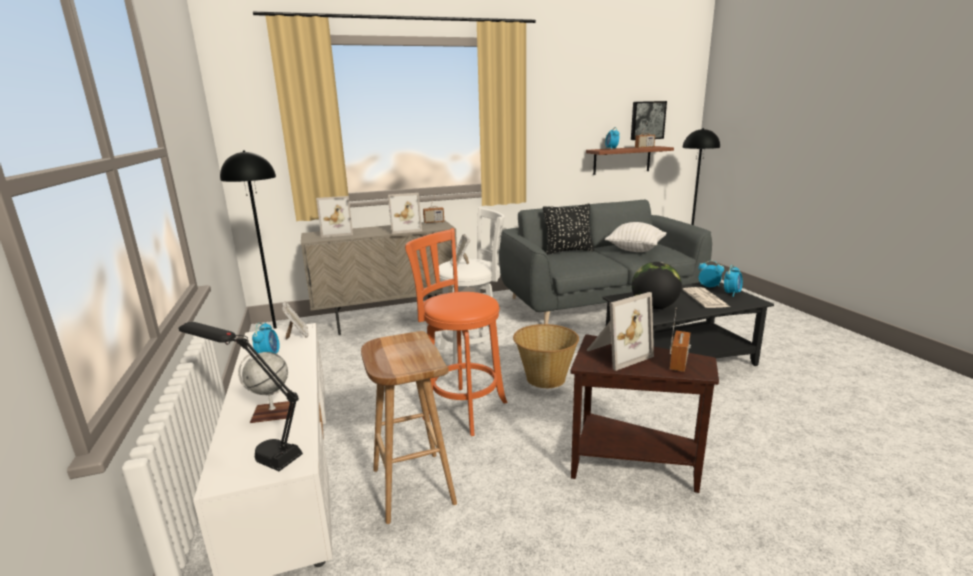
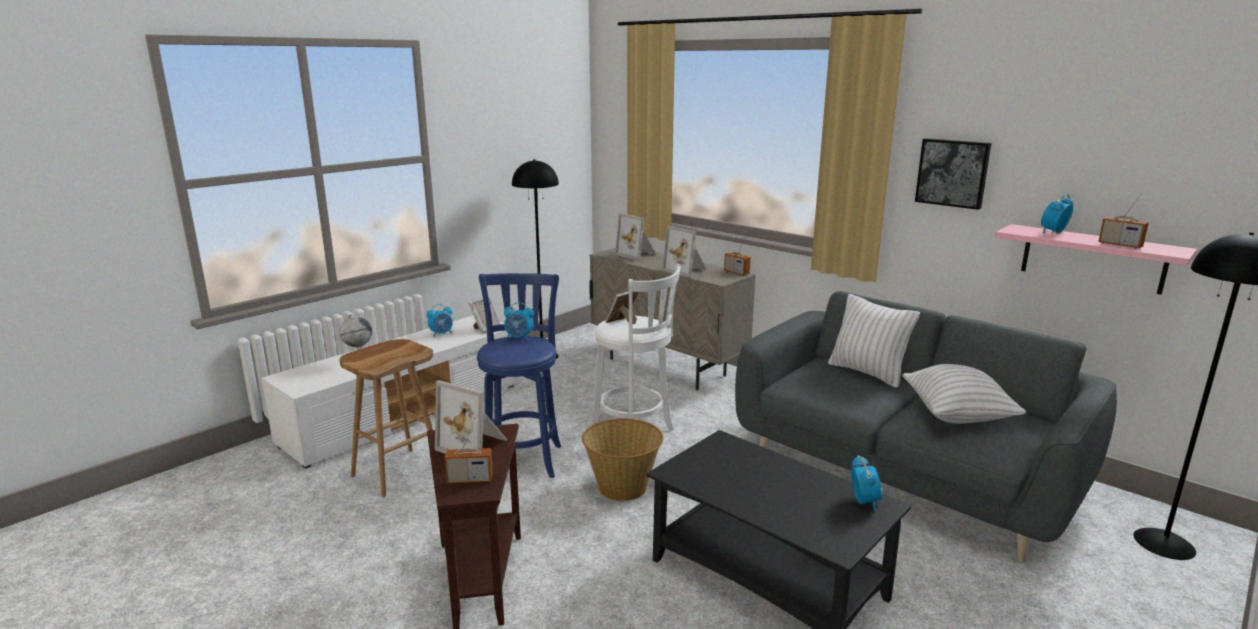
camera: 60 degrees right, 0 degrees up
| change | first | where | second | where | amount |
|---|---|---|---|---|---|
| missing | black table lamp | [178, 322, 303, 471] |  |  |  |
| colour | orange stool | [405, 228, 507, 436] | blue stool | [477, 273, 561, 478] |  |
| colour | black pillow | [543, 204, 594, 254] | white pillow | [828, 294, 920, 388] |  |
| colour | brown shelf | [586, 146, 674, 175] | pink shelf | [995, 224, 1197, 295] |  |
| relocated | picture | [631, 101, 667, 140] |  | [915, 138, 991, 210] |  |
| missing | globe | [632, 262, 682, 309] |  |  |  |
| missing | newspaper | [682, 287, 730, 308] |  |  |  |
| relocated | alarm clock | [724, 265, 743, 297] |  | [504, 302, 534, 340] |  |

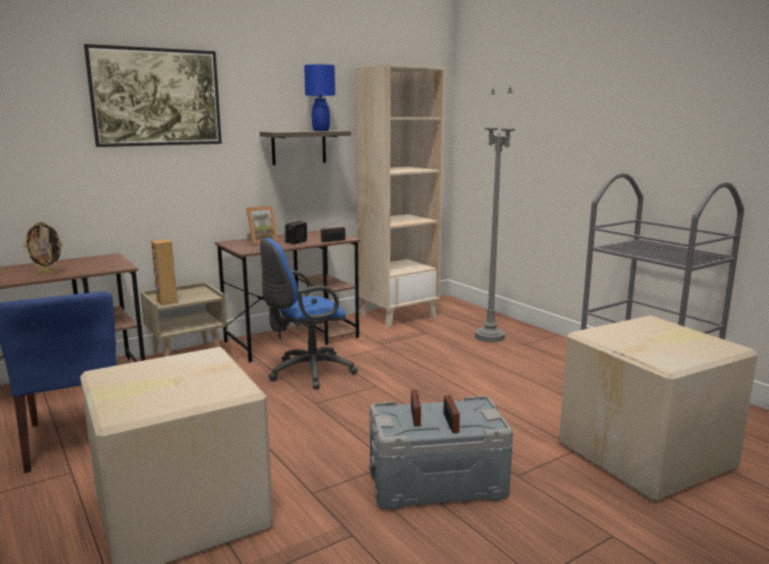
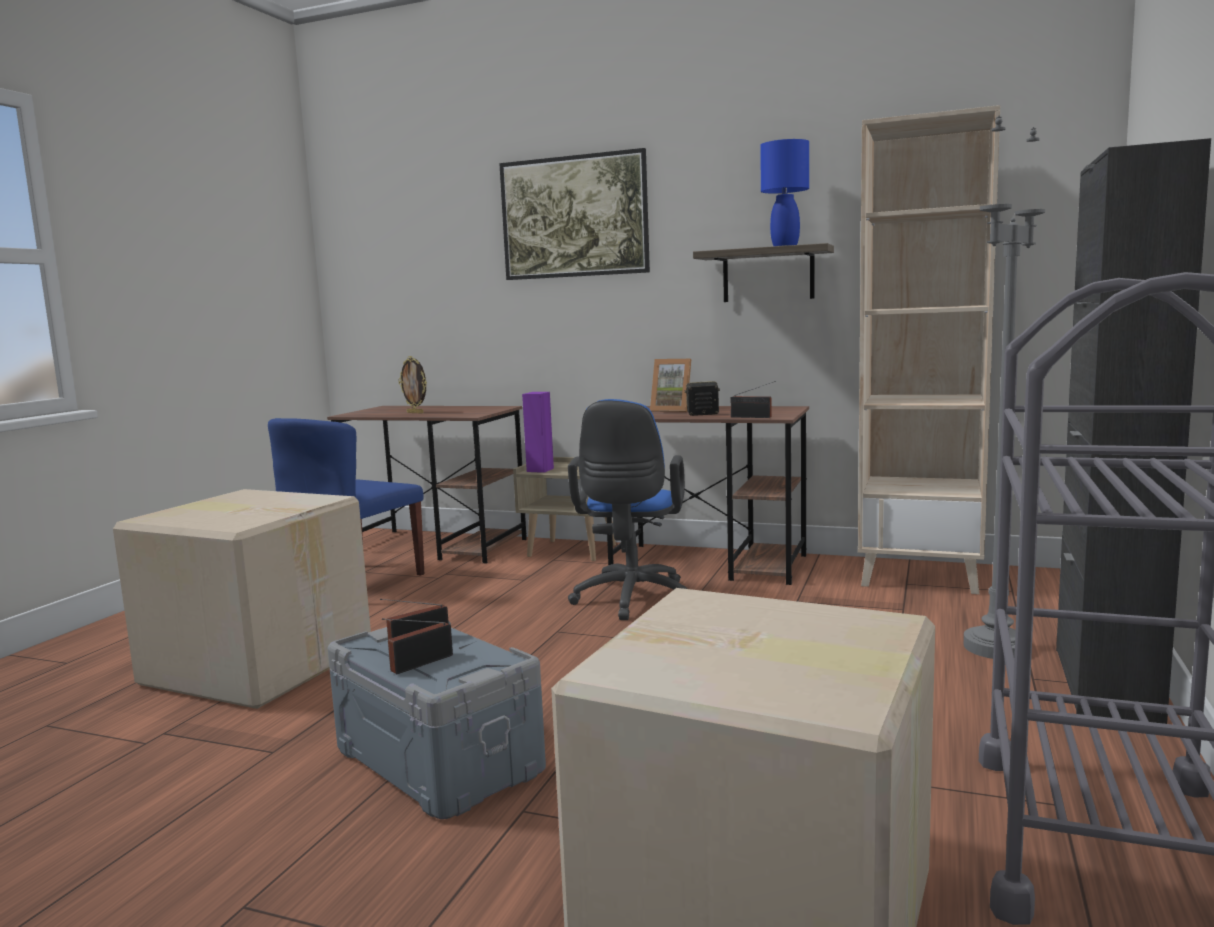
camera: 55 degrees right, 5 degrees down
| change | first | where | second | where | amount |
|---|---|---|---|---|---|
| colour | brown speaker | [151, 239, 178, 305] | purple speaker | [522, 392, 554, 473] |  |
| spun | blue office chair | [260, 238, 358, 389] |  | [568, 399, 687, 620] | 105 degrees counterclockwise |
| appeared |  |  | black cabinet | [1056, 138, 1211, 724] |  |

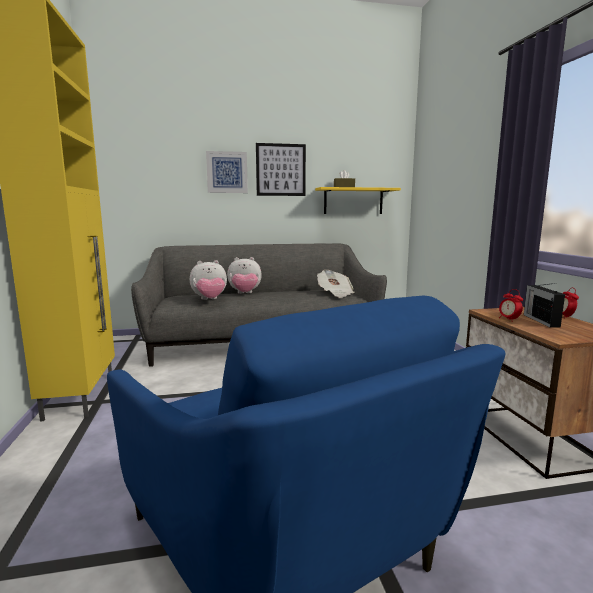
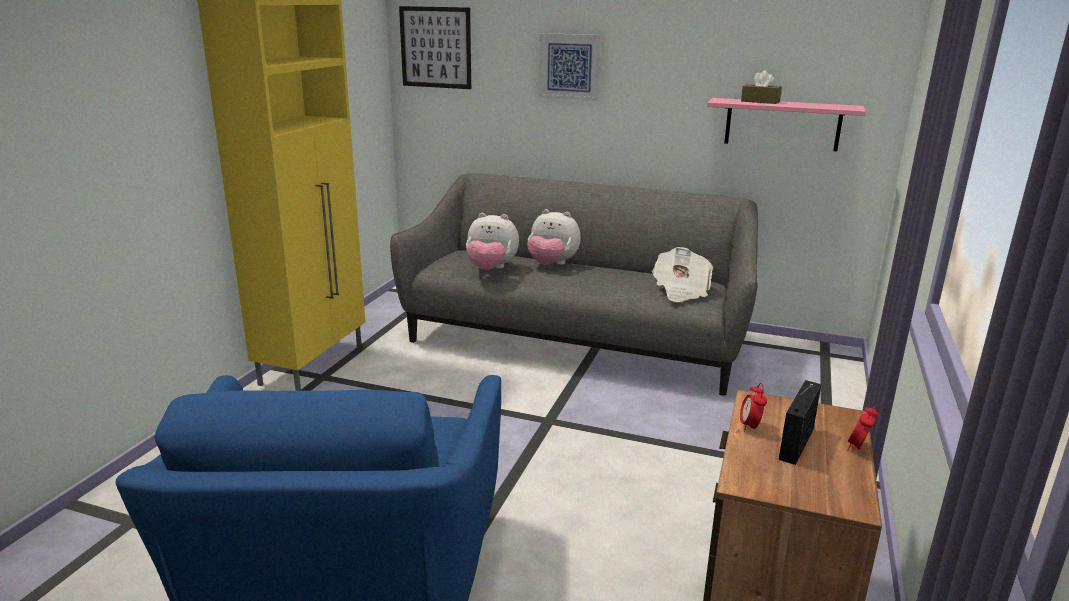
camera: 30 degrees right, 10 degrees up
| change | first | where | second | where | amount |
|---|---|---|---|---|---|
| relocated | picture | [256, 143, 306, 196] |  | [399, 6, 471, 89] |  |
| colour | yellow shelf | [315, 187, 401, 214] | pink shelf | [707, 98, 866, 151] |  |

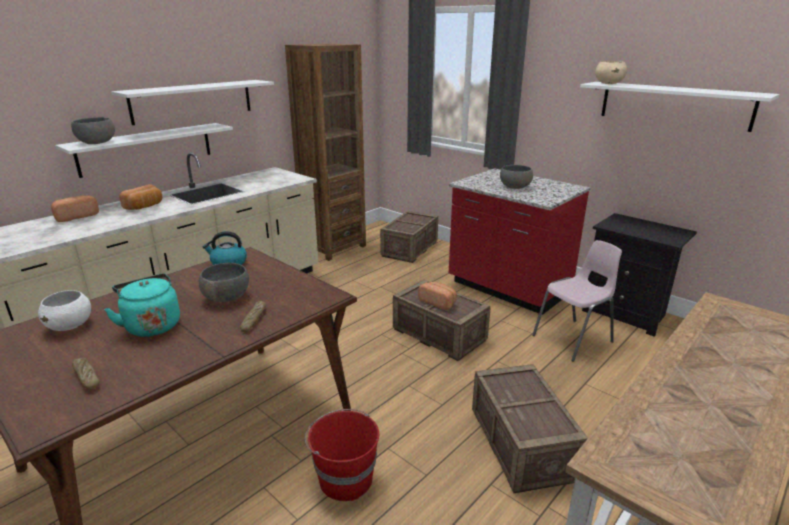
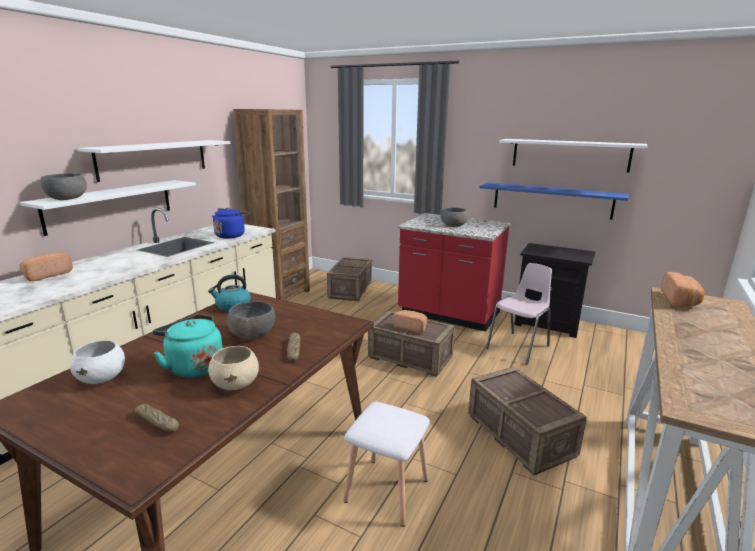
camera: 15 degrees left, 5 degrees down
| change | first | where | second | where | amount |
|---|---|---|---|---|---|
| relocated | bread | [119, 184, 162, 210] |  | [661, 272, 705, 307] |  |
| exchanged | red bucket | [305, 409, 379, 501] | white stool | [343, 402, 430, 527] |  |
| relocated | beige bowl | [595, 61, 627, 84] |  | [208, 346, 259, 390] |  |
| appeared |  |  | blue kettle | [212, 208, 249, 239] |  |
| appeared |  |  | blue shelf | [480, 182, 629, 220] |  |

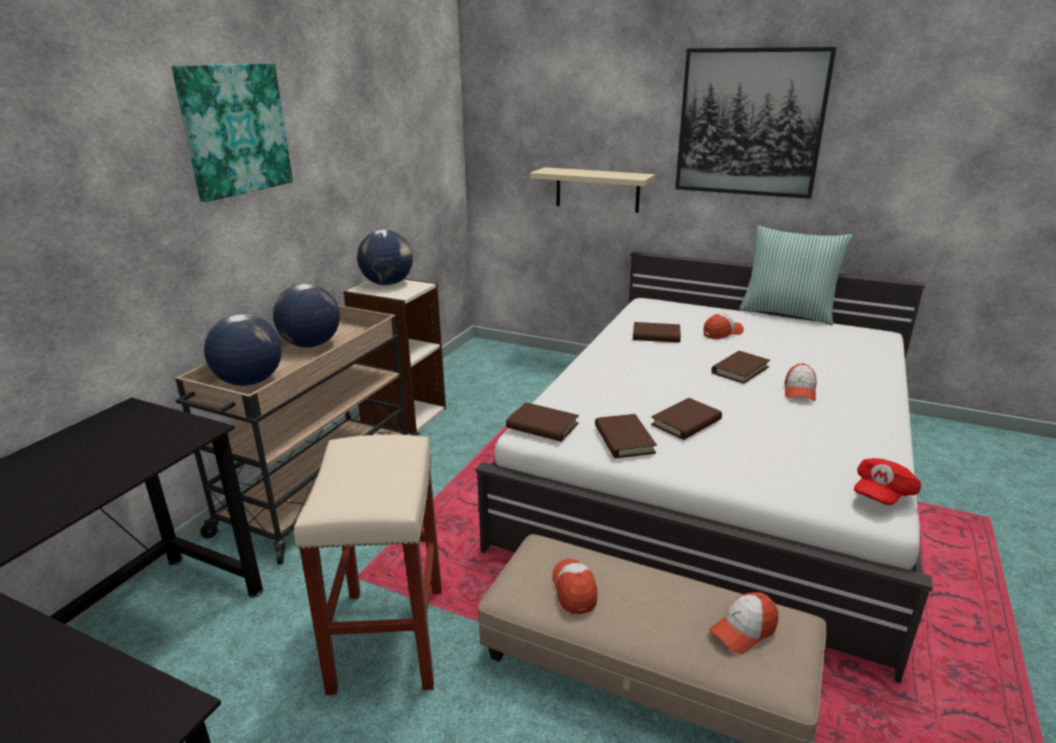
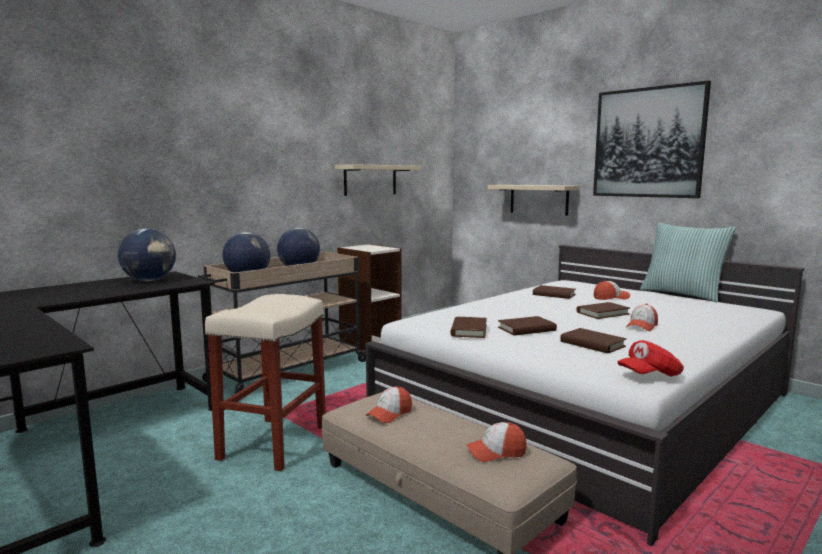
camera: 20 degrees right, 15 degrees down
| change | first | where | second | where | amount |
|---|---|---|---|---|---|
| missing | picture | [172, 63, 293, 202] |  |  |  |
| relocated | globe | [357, 230, 413, 285] |  | [118, 229, 176, 281] |  |
| relocated | brown book | [506, 402, 579, 442] |  | [560, 328, 626, 353] |  |
| spun | cap | [552, 558, 597, 614] |  | [366, 386, 412, 423] | 150 degrees counterclockwise |
| appeared |  |  | beige shelf | [335, 164, 421, 196] |  |

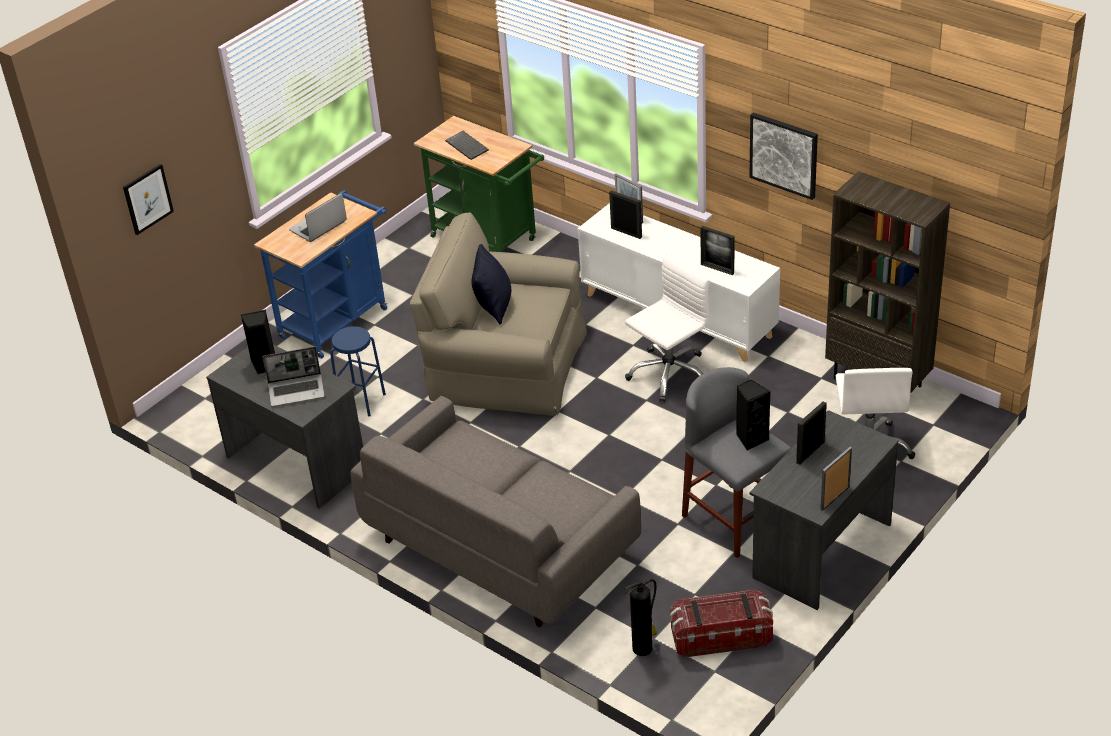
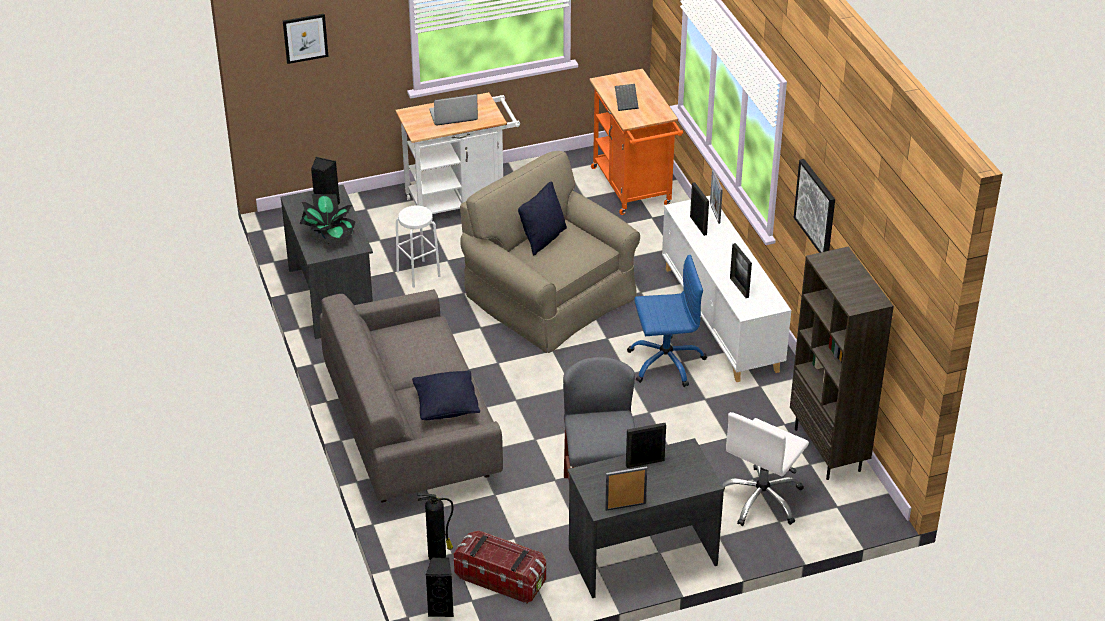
camera: 30 degrees right, 0 degrees up
| change | first | where | second | where | amount |
|---|---|---|---|---|---|
| colour | blue cart | [254, 190, 387, 359] | white cart | [396, 92, 520, 214] |  |
| exchanged | laptop | [262, 347, 325, 407] | potted plant | [300, 194, 356, 244] |  |
| colour | blue stool | [330, 326, 386, 417] | white stool | [396, 206, 441, 288] |  |
| colour | green cart | [414, 116, 544, 252] | orange cart | [589, 69, 683, 215] |  |
| colour | white office chair | [625, 255, 709, 402] | blue office chair | [627, 255, 707, 387] |  |
| relocated | black speaker | [736, 379, 770, 450] |  | [426, 557, 454, 617] |  |
| appeared |  |  | black pillow | [412, 370, 480, 420] |  |

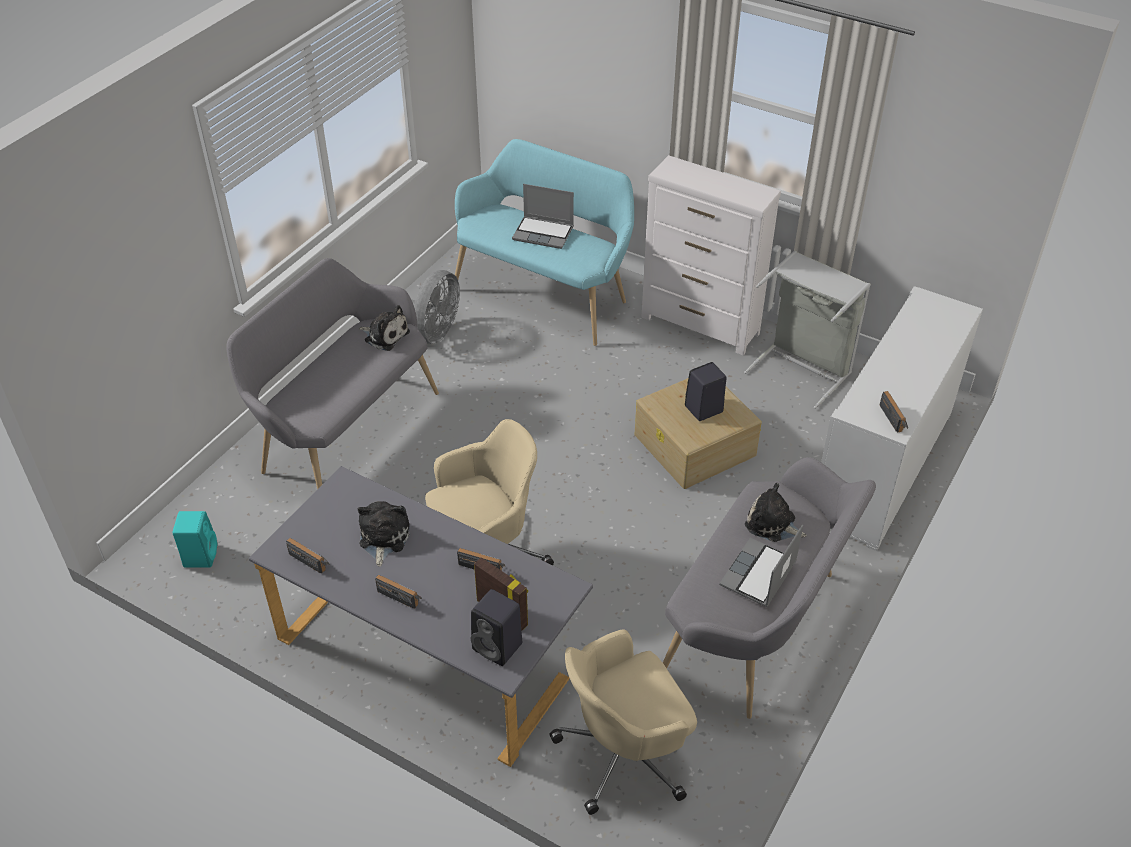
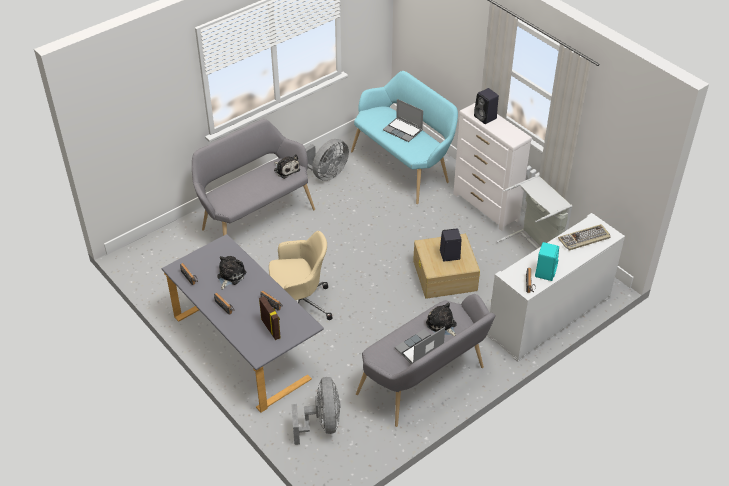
camera: 20 degrees right, 0 degrees up
| change | first | where | second | where | amount |
|---|---|---|---|---|---|
| relocated | turquoise speaker | [173, 511, 217, 568] |  | [535, 242, 559, 281] |  |
| relocated | black speaker | [471, 589, 522, 666] |  | [474, 88, 499, 124] |  |
| exchanged | beige office chair | [549, 629, 697, 815] | grey fan | [291, 377, 341, 445] |  |
| appeared |  |  | keyboard | [558, 224, 611, 251] |  |

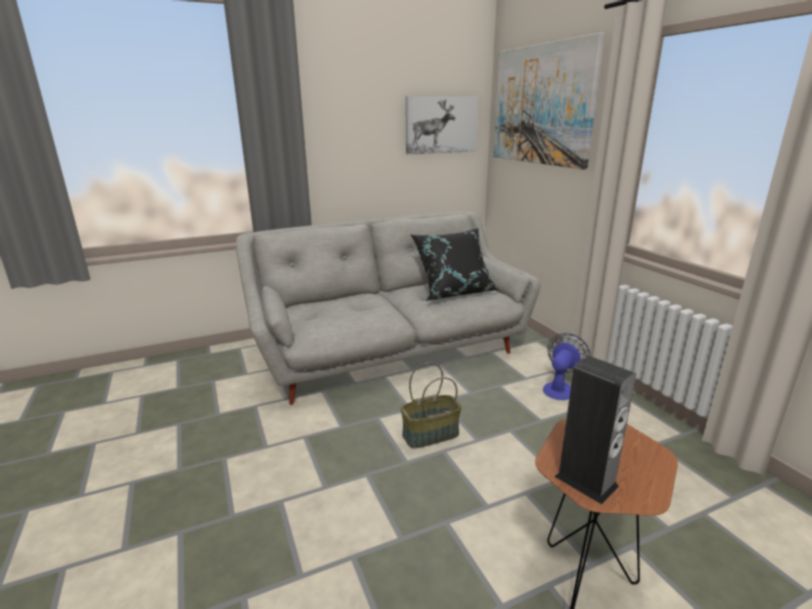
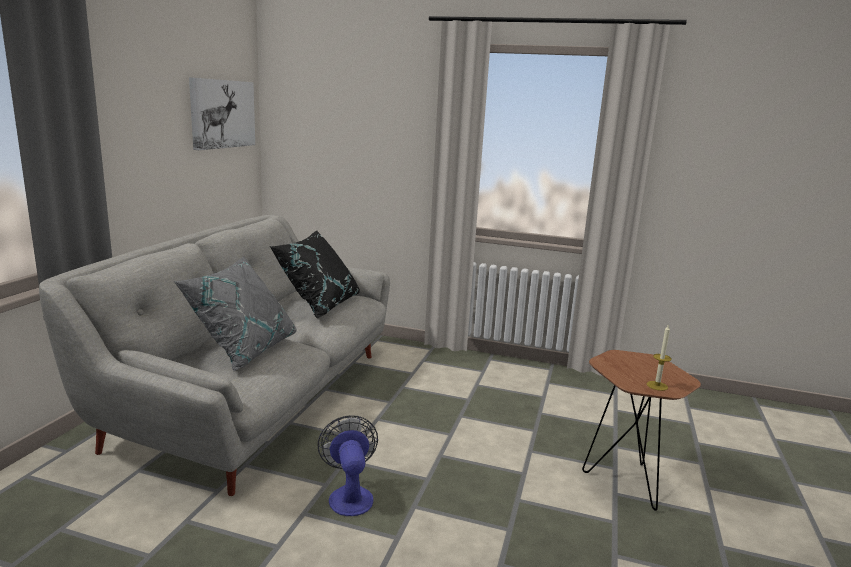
camera: 50 degrees left, 5 degrees down
| change | first | where | second | where | amount |
|---|---|---|---|---|---|
| missing | basket | [401, 362, 461, 448] |  |  |  |
| missing | picture | [493, 33, 605, 170] |  |  |  |
| relocated | fan | [543, 333, 591, 400] |  | [317, 415, 378, 516] |  |
| exchanged | speaker | [554, 356, 636, 504] | candle | [647, 325, 672, 391] |  |
| appeared |  |  | grey pillow | [173, 256, 297, 371] |  |

